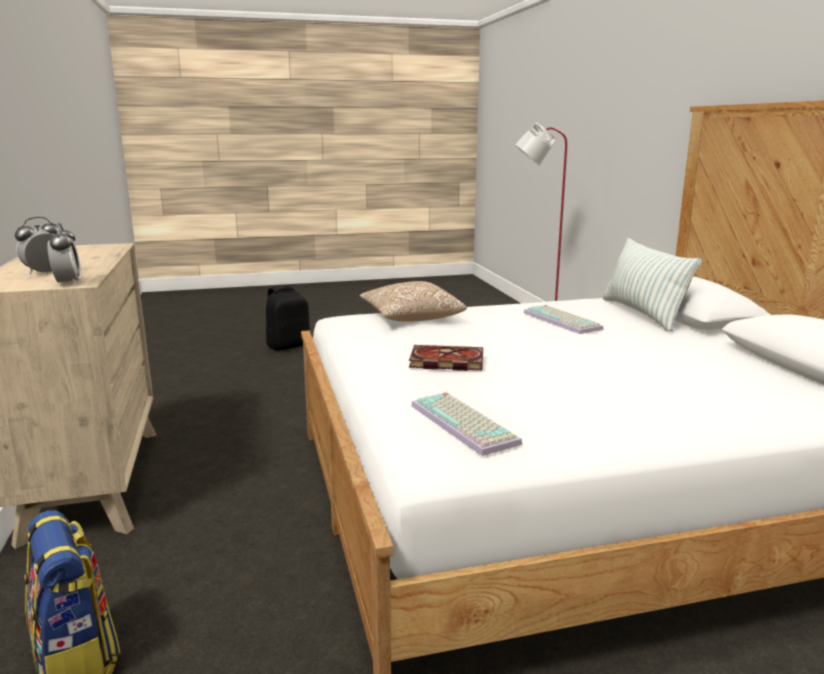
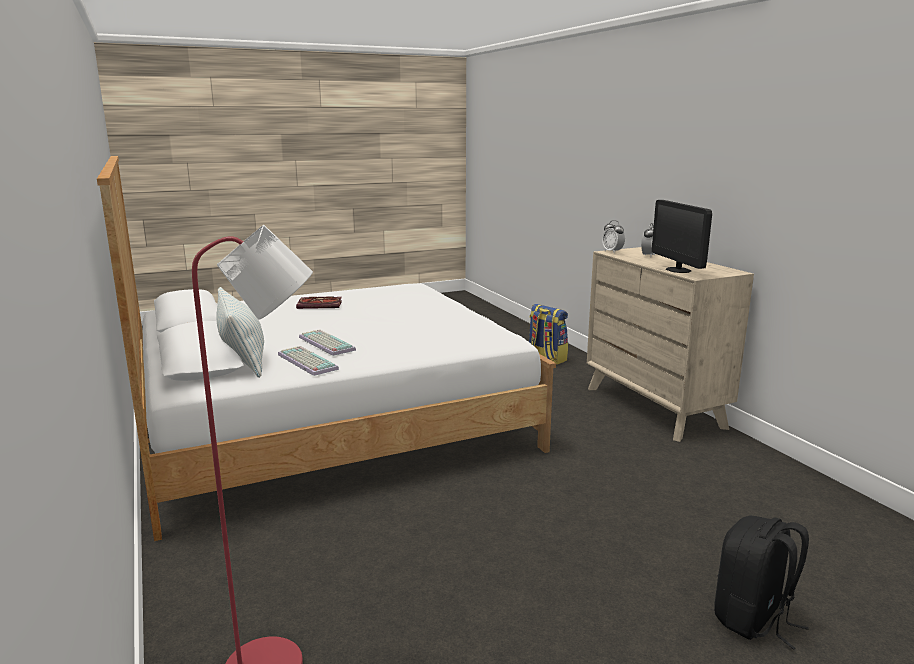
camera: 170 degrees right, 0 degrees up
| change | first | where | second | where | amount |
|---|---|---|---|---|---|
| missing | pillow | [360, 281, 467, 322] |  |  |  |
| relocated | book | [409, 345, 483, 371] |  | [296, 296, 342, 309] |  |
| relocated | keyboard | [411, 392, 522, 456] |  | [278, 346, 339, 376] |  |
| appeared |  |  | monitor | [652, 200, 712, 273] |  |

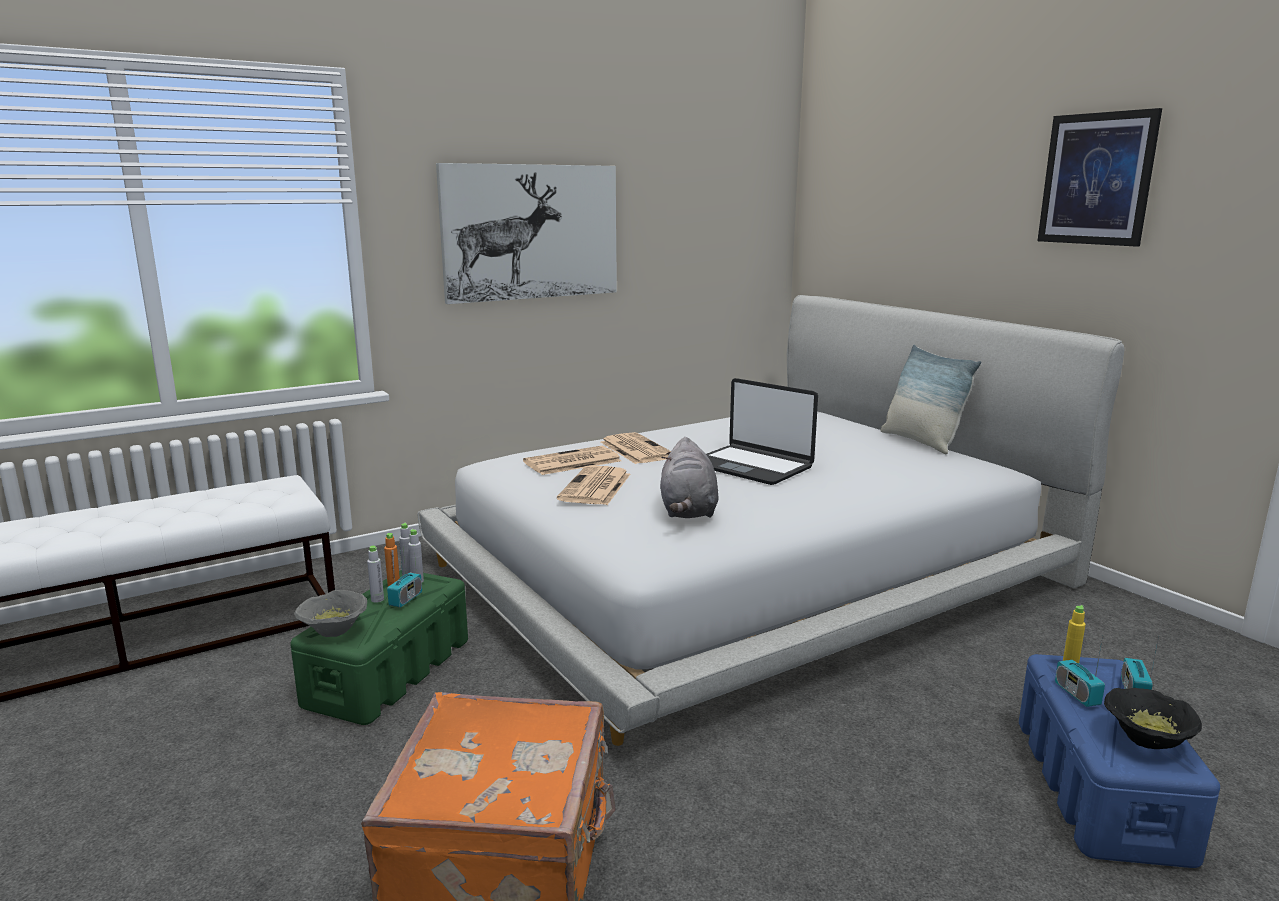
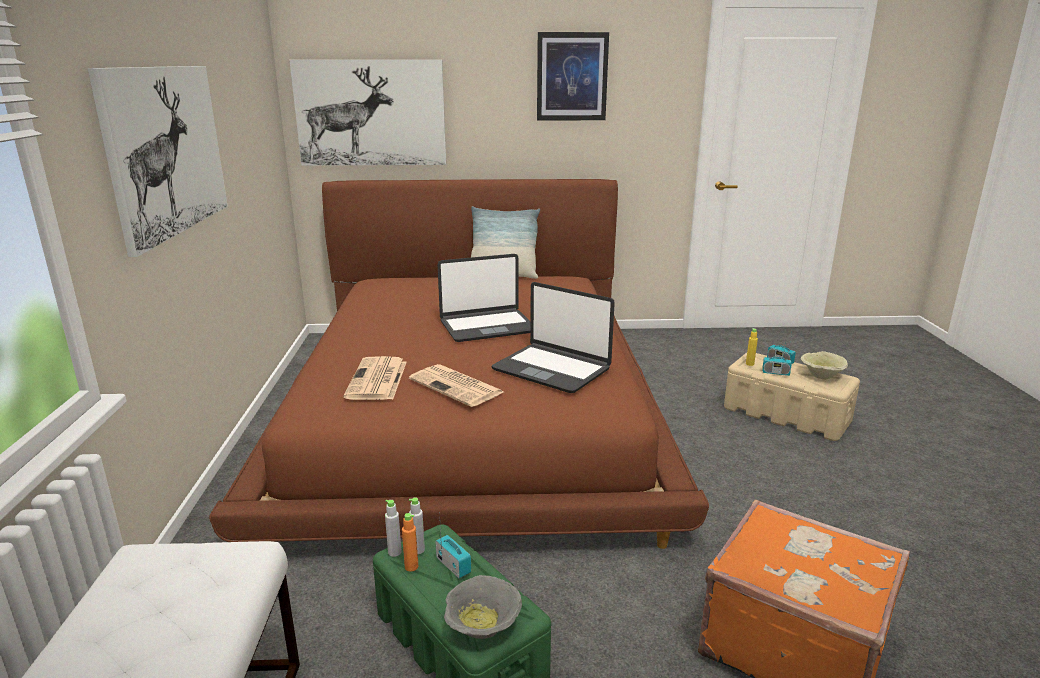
camera: 60 degrees left, 5 degrees up
| change | first | where | second | where | amount |
|---|---|---|---|---|---|
| missing | grey bottle | [367, 546, 384, 603] |  |  |  |
| colour | white bed | [417, 295, 1124, 746] | brown bed | [209, 179, 709, 549] |  |
| missing | newspaper | [601, 432, 671, 464] |  |  |  |
| exchanged | grey plush toy | [660, 437, 719, 518] | laptop | [491, 282, 615, 393] |  |
| colour | blue storage box | [1019, 654, 1220, 868] | beige storage box | [724, 353, 860, 441] |  |
| colour | black bowl | [1104, 688, 1202, 749] | beige bowl | [801, 351, 848, 380] |  |
| appeared |  |  | picture | [289, 60, 446, 166] |  |

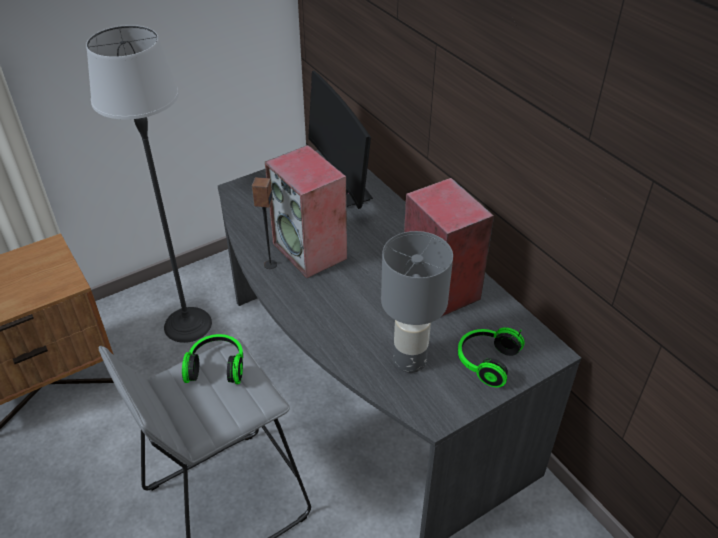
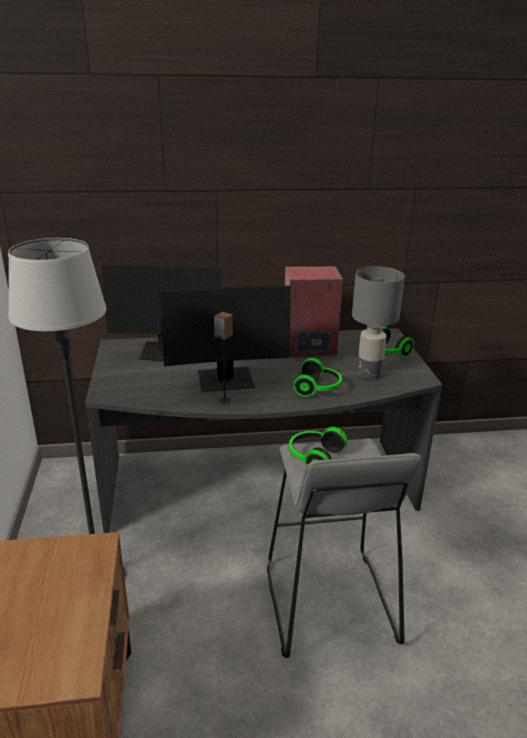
camera: 65 degrees left, 15 degrees down
| change | first | where | second | where | amount |
|---|---|---|---|---|---|
| exchanged | speaker | [265, 145, 347, 278] | monitor | [159, 286, 291, 392] |  |
| appeared |  |  | headphones | [293, 358, 342, 397] |  |

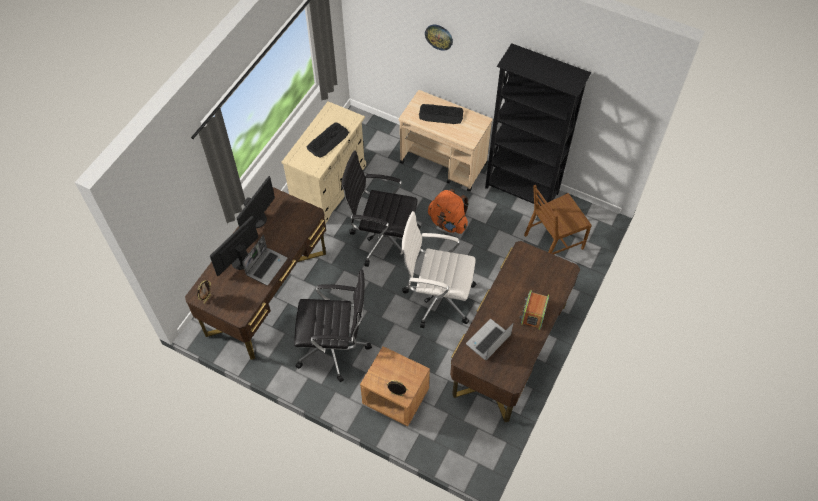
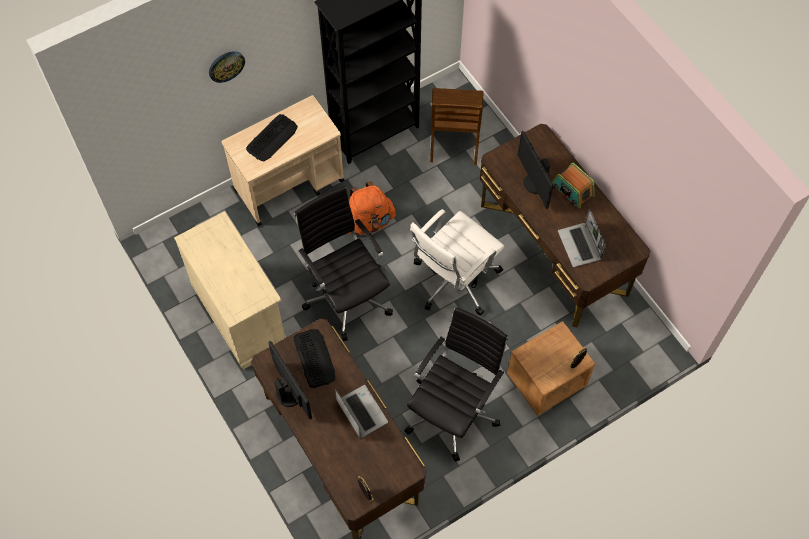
camera: 60 degrees left, 5 degrees up
| change | first | where | second | where | amount |
|---|---|---|---|---|---|
| relocated | monitor | [210, 216, 258, 276] |  | [518, 131, 553, 209] |  |
| relocated | keyboard | [306, 122, 349, 158] |  | [293, 329, 335, 388] |  |
| spun | black office chair | [341, 150, 421, 267] |  | [295, 186, 393, 341] | 105 degrees clockwise |

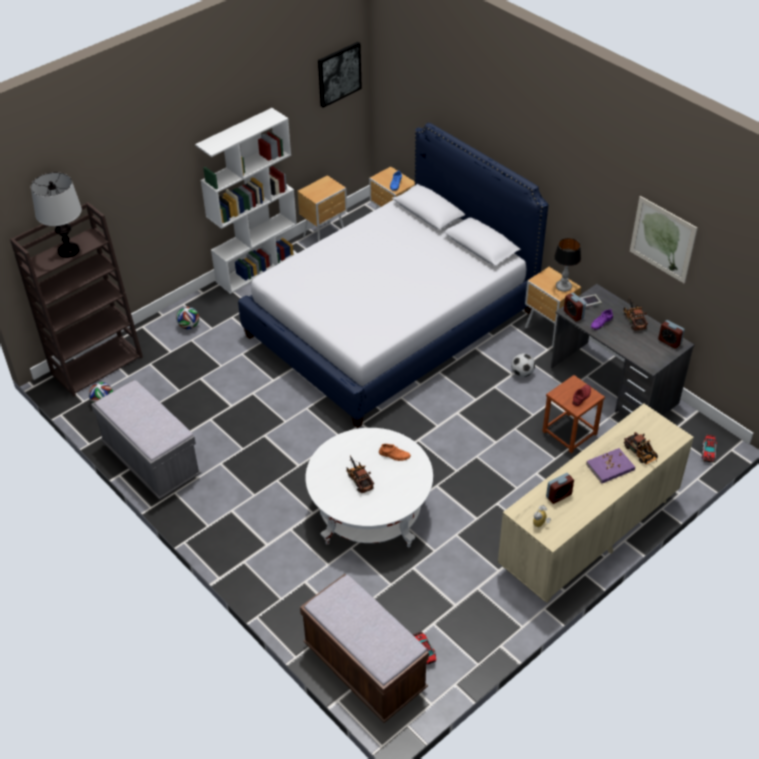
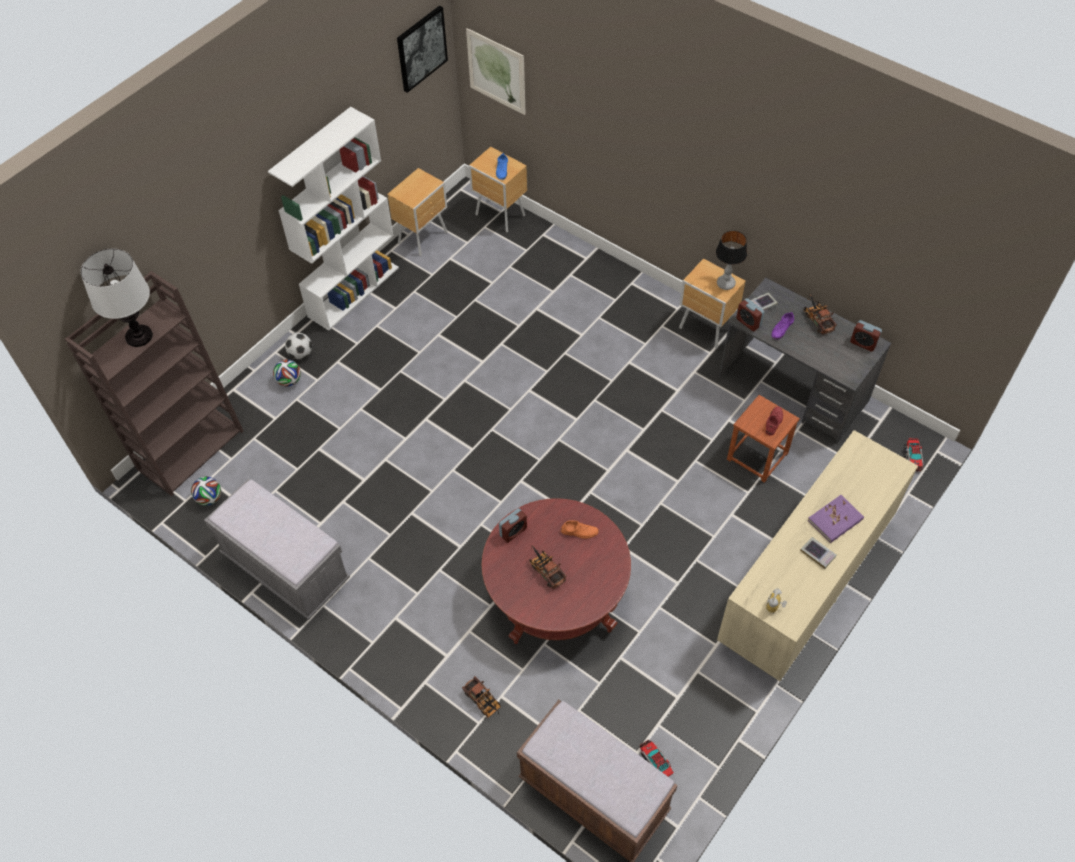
camera: 10 degrees left, 10 degrees up
| change | first | where | second | where | amount |
|---|---|---|---|---|---|
| missing | bed | [238, 123, 548, 428] |  |  |  |
| colour | white coffee table | [306, 428, 433, 547] | red coffee table | [482, 498, 631, 644] |  |
| relocated | football | [511, 353, 535, 377] |  | [285, 333, 312, 359] |  |
| relocated | alarm clock | [546, 473, 574, 504] |  | [499, 508, 527, 543] |  |
| relocated | toy truck | [624, 432, 658, 465] |  | [462, 676, 501, 718] |  |
| relocated | picture | [630, 196, 698, 283] |  | [466, 28, 526, 115] |  |
| appeared |  |  | book | [800, 537, 837, 569] |  |

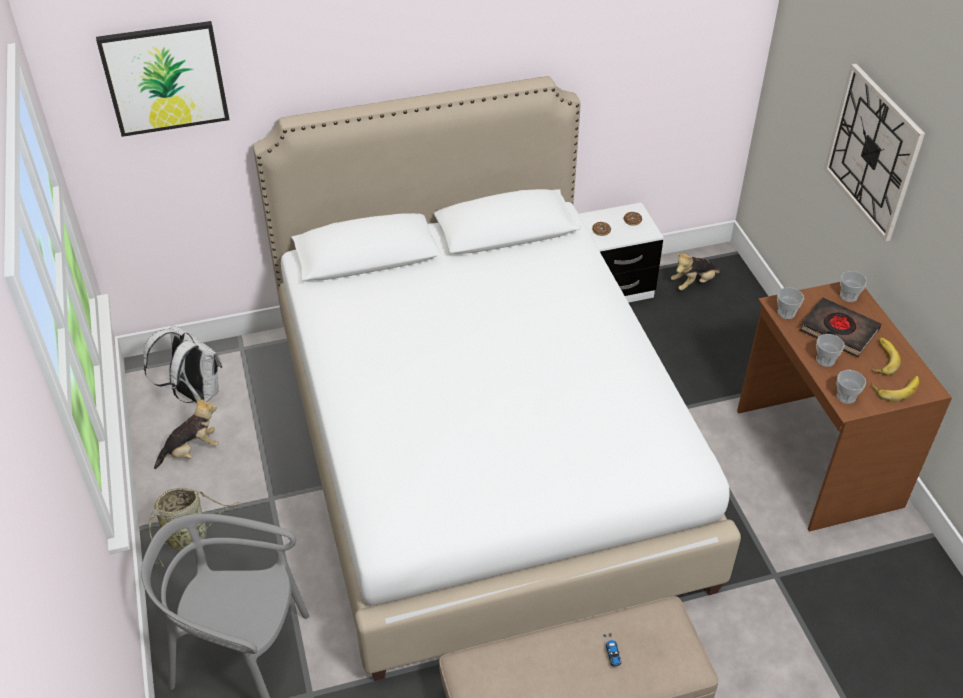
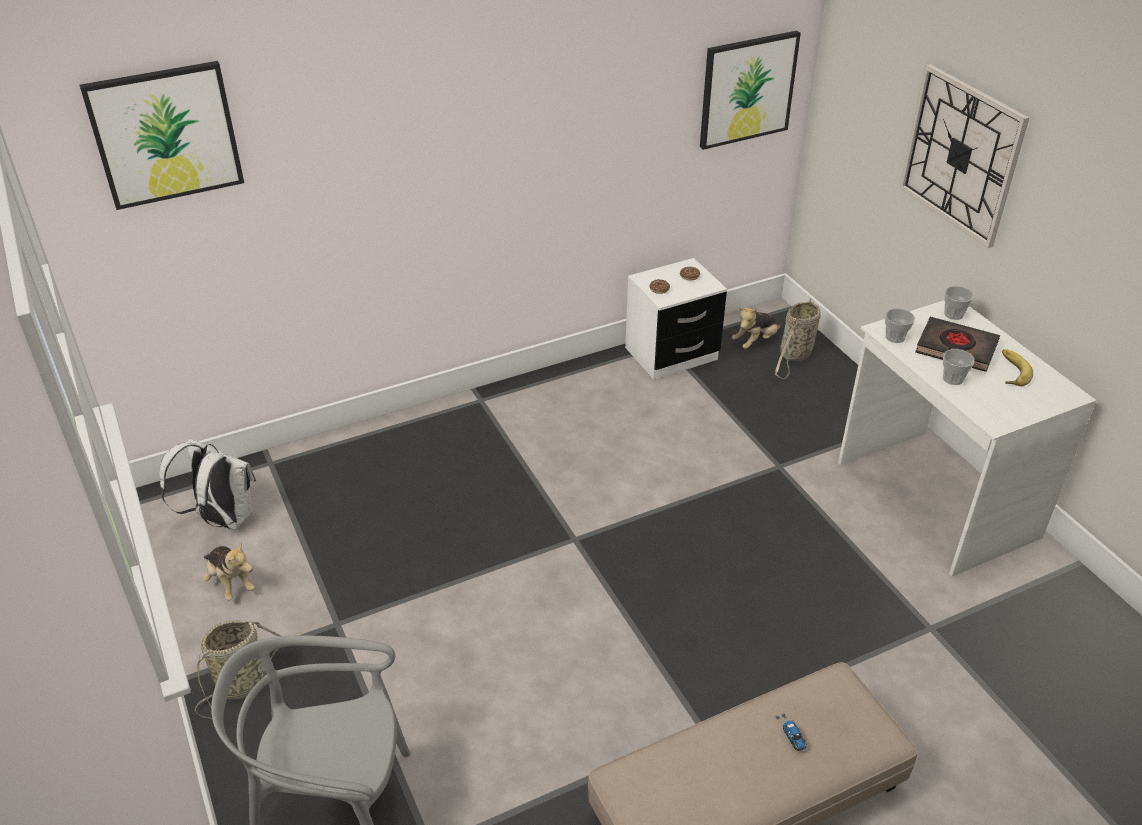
camera: 10 degrees left, 5 degrees down
| change | first | where | second | where | amount |
|---|---|---|---|---|---|
| spun | plush toy | [154, 397, 219, 469] |  | [203, 542, 255, 601] | 90 degrees clockwise |
| missing | white bed | [253, 76, 741, 681] |  |  |  |
| colour | brown desk | [737, 282, 952, 531] | white desk | [838, 300, 1096, 576] |  |
| missing | cup | [836, 370, 866, 404] |  |  |  |
| missing | banana | [872, 376, 919, 401] |  |  |  |
| appeared |  |  | picture | [700, 31, 801, 150] |  |
| appeared |  |  | basket | [775, 298, 821, 379] |  |

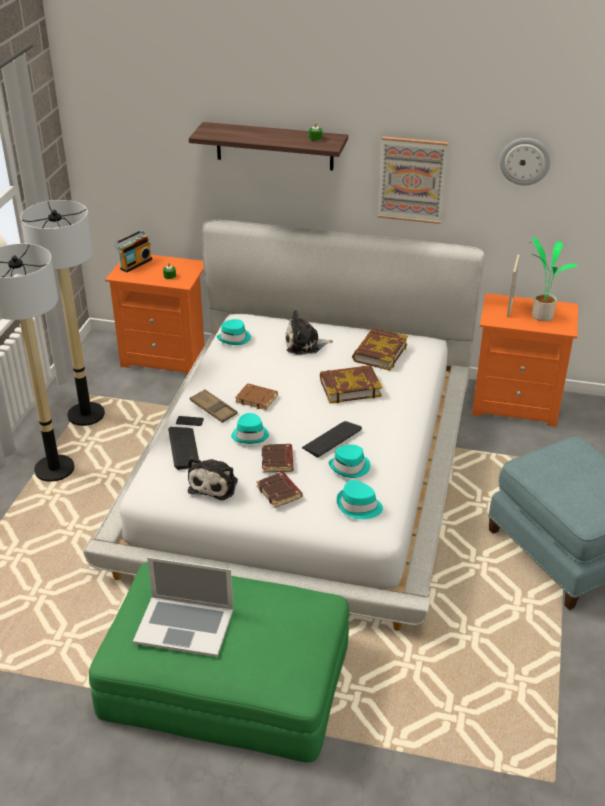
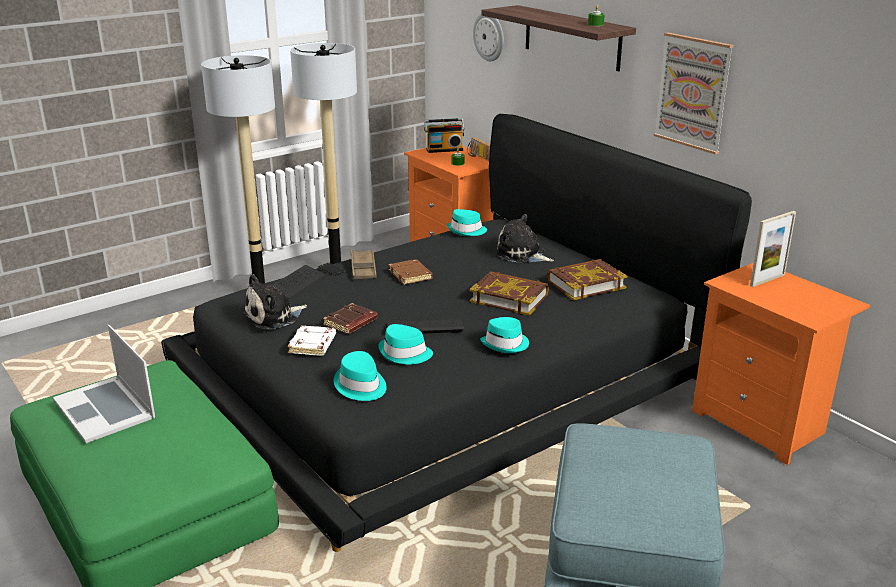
camera: 40 degrees right, 10 degrees down
| change | first | where | second | where | amount |
|---|---|---|---|---|---|
| colour | white bed | [83, 220, 485, 631] | black bed | [161, 114, 752, 552] |  |
| relocated | turquoise hat | [231, 413, 269, 444] |  | [480, 317, 529, 353] |  |
| colour | brown book | [256, 472, 303, 508] | white book | [287, 325, 336, 356] |  |
| relocated | wall clock | [500, 138, 551, 185] |  | [473, 14, 504, 61] |  |
| missing | potted plant | [531, 237, 578, 321] |  |  |  |
| appeared |  |  | radio | [467, 137, 490, 161] |  |

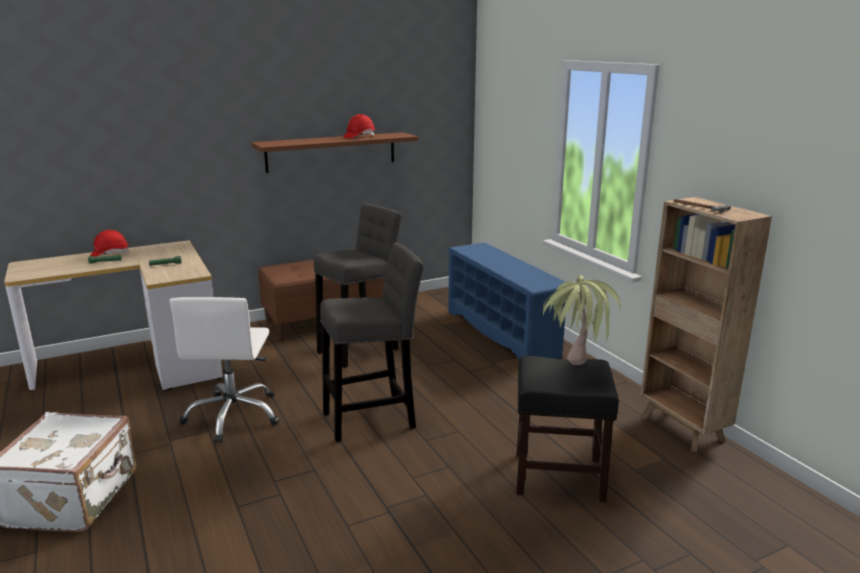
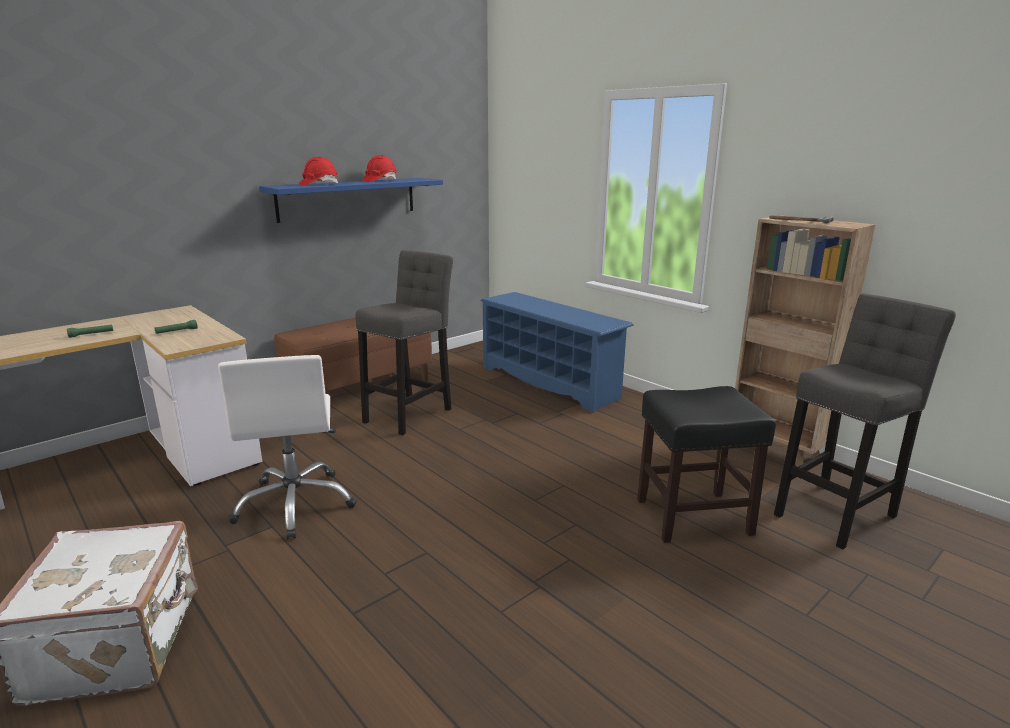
camera: 15 degrees left, 0 degrees up
| change | first | where | second | where | amount |
|---|---|---|---|---|---|
| relocated | red hard hat | [90, 230, 130, 257] |  | [299, 157, 338, 186] |  |
| colour | brown shelf | [251, 132, 418, 173] | blue shelf | [259, 178, 443, 223] |  |
| relocated | grey stool | [320, 242, 424, 442] |  | [774, 293, 956, 550] |  |
| missing | potted plant | [543, 275, 621, 365] |  |  |  |

